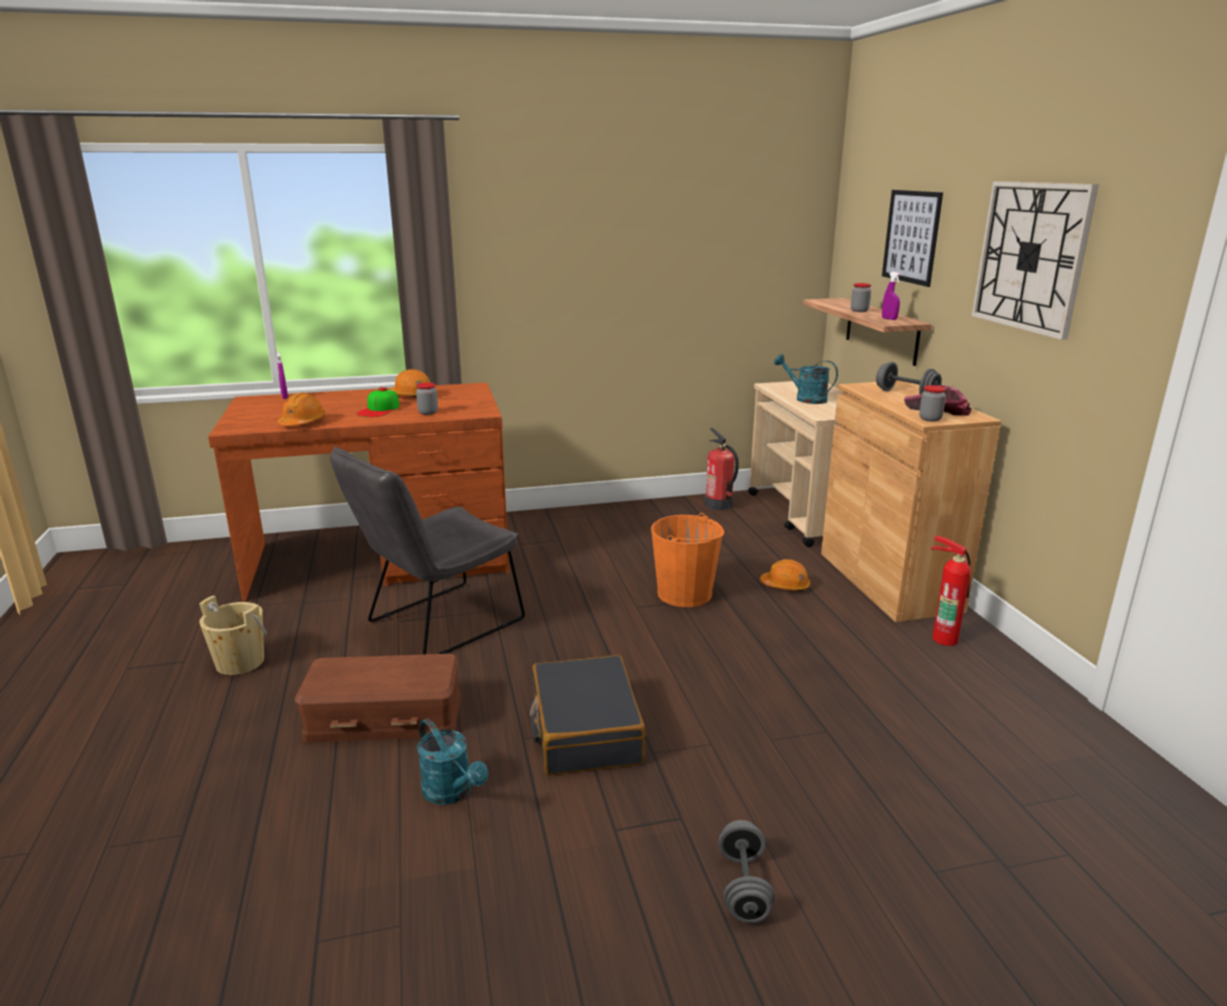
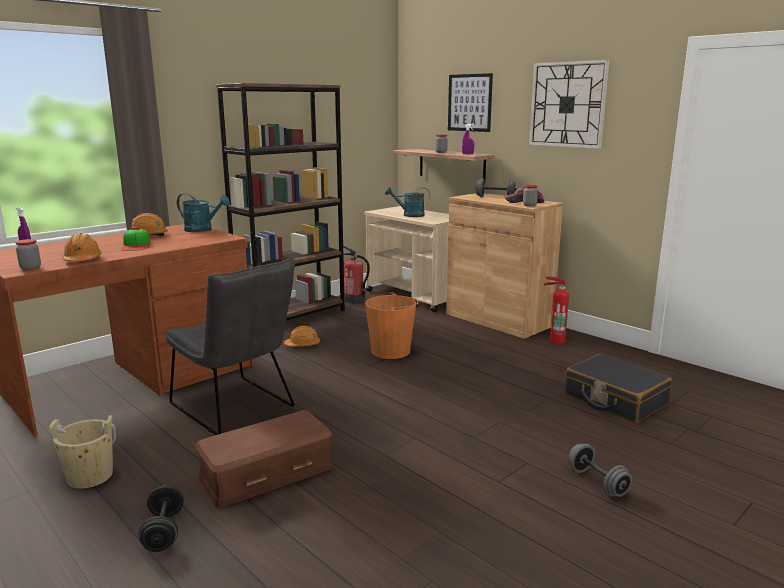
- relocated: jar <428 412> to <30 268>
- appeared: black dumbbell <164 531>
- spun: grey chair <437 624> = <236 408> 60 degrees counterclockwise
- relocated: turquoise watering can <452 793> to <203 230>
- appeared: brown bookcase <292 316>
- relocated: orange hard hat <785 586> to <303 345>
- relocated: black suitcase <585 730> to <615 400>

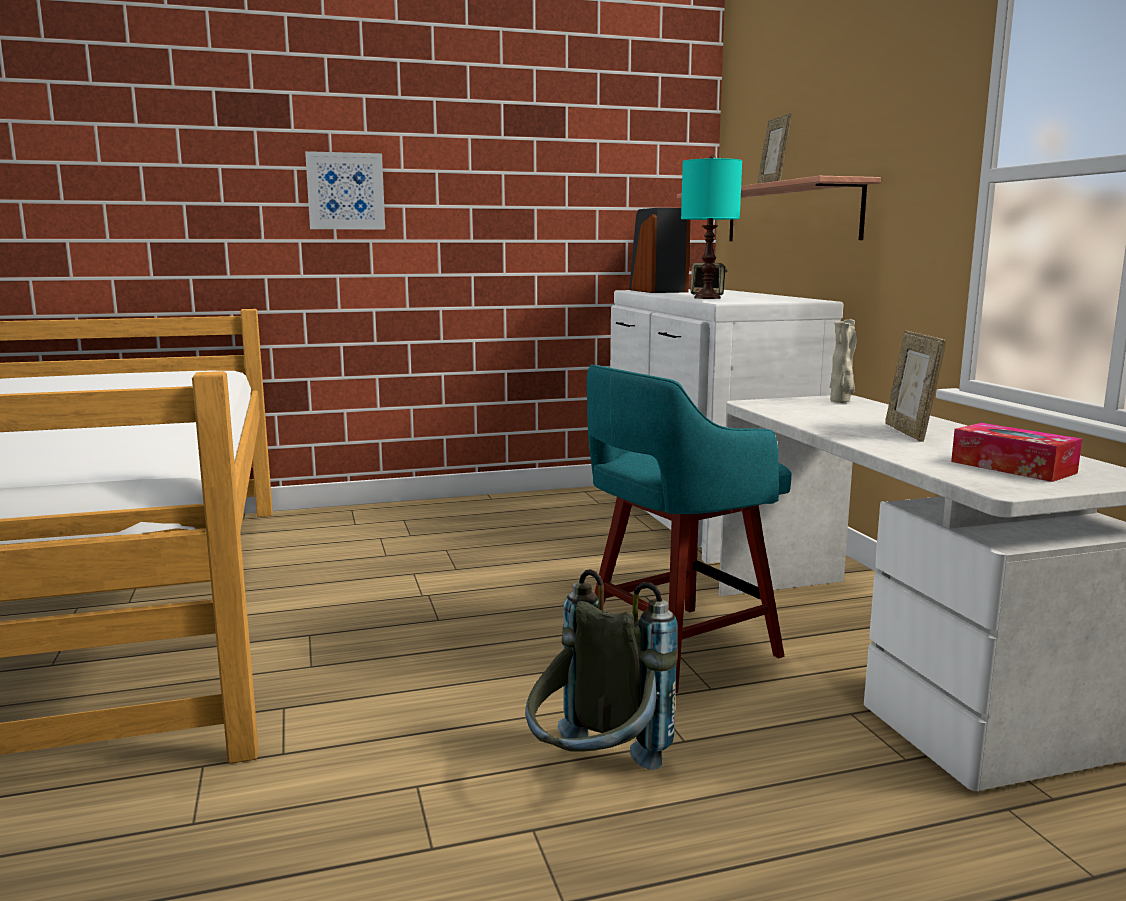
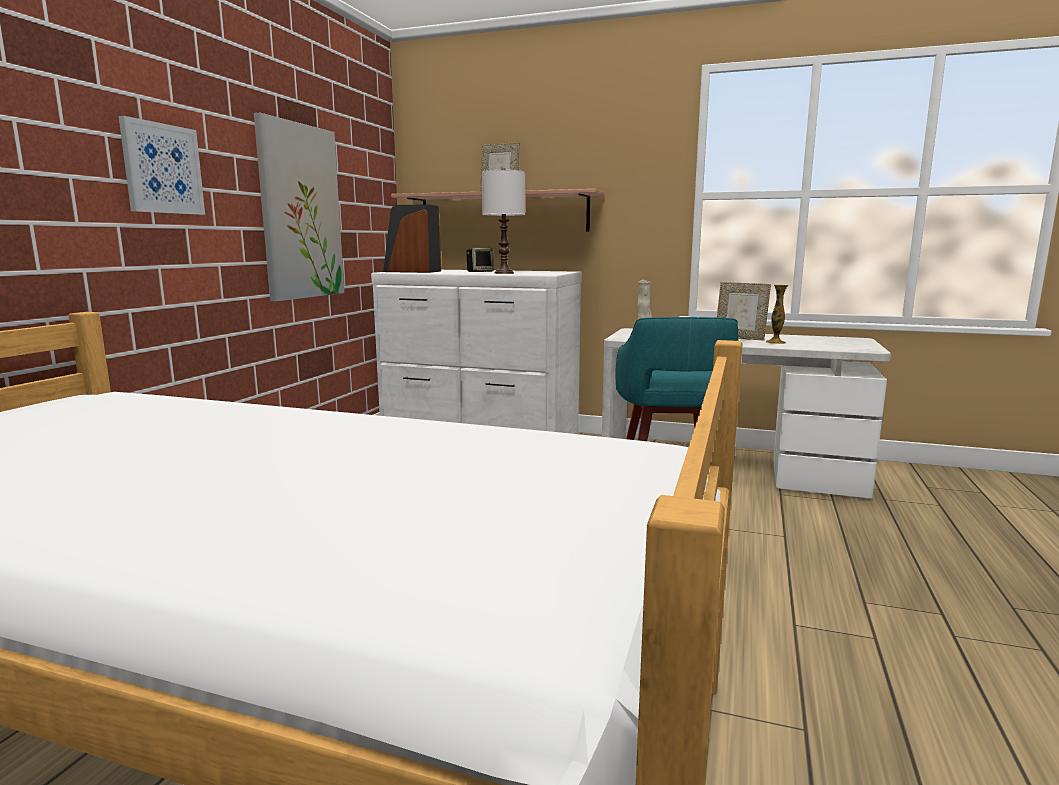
- appeared: picture <300 212>
- colour: turquoise table lamp <707 298> to white table lamp <504 273>
- appeared: vase <775 342>
- missing: grey backpack <594 773>
- missing: tissue box <1012 467>

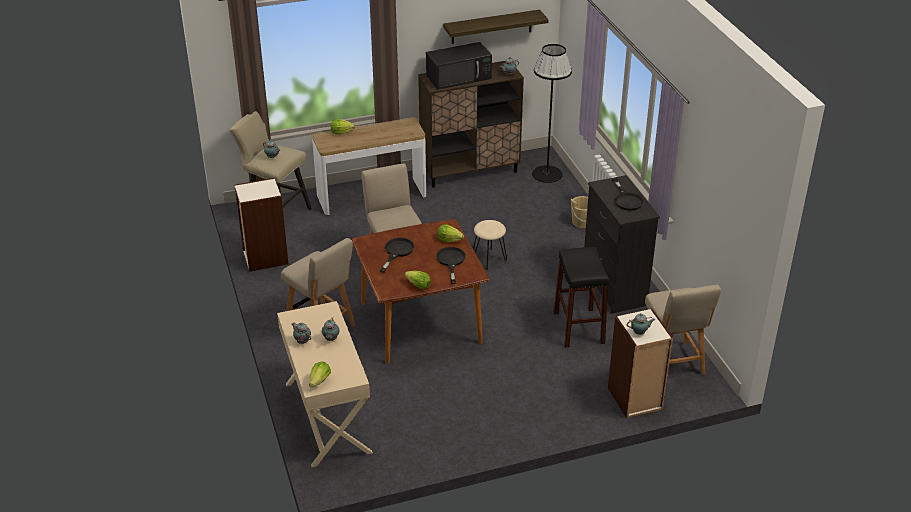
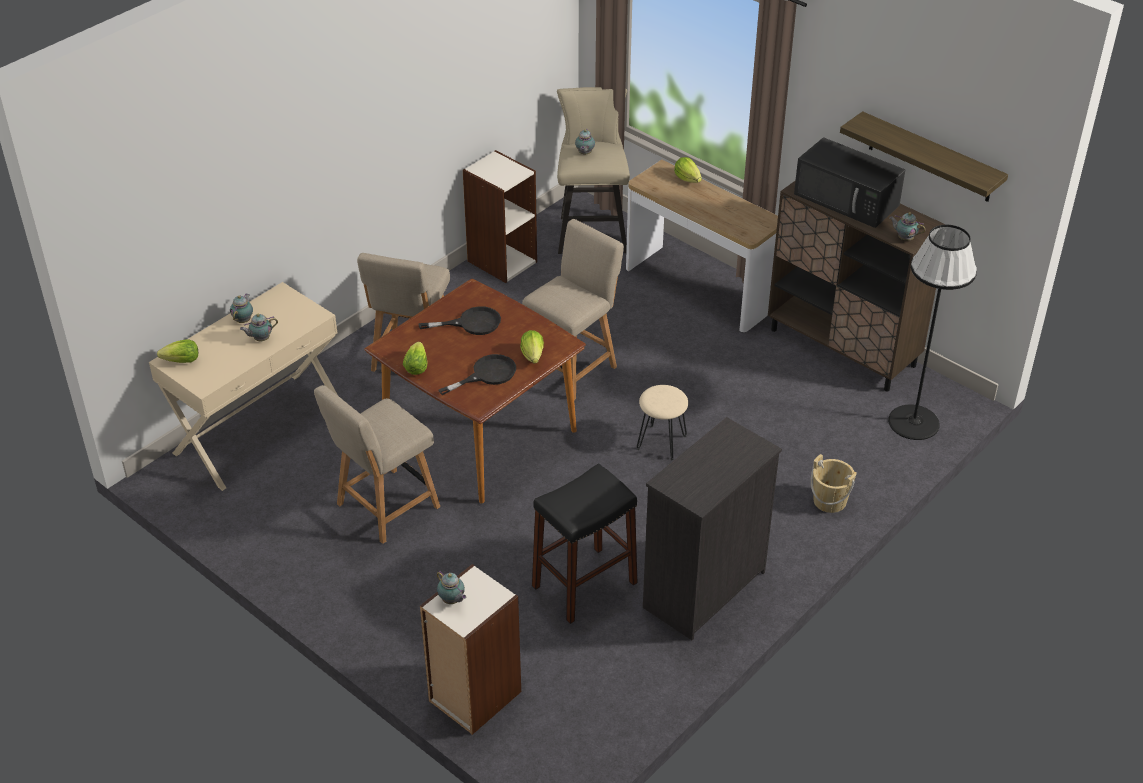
- relocated: beige chair <672 364> to <384 508>
- missing: black frying pan <626 199>

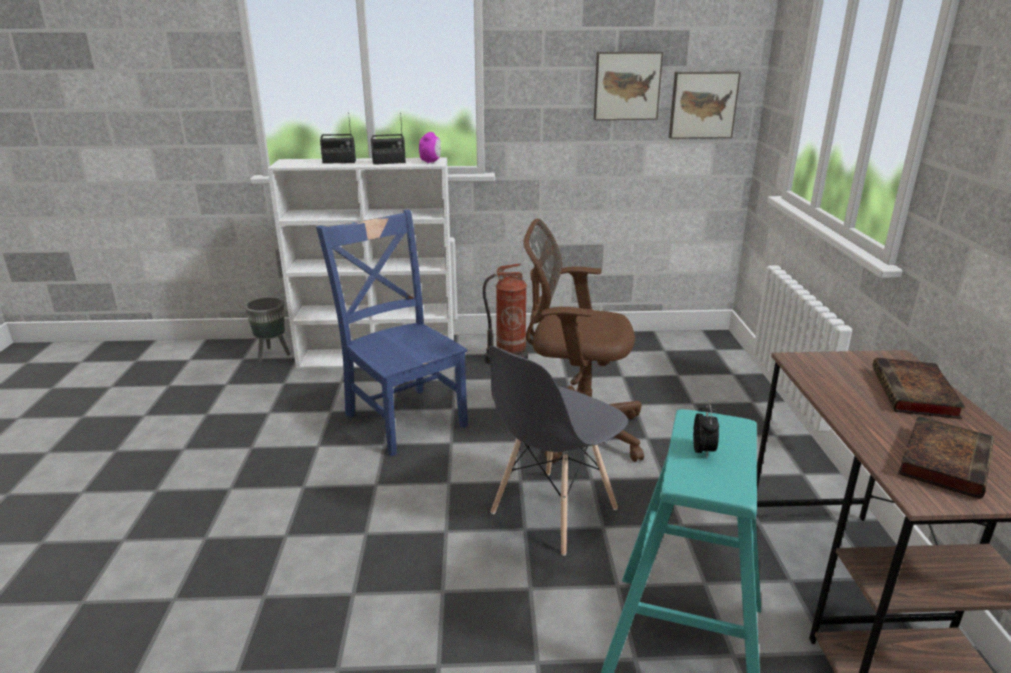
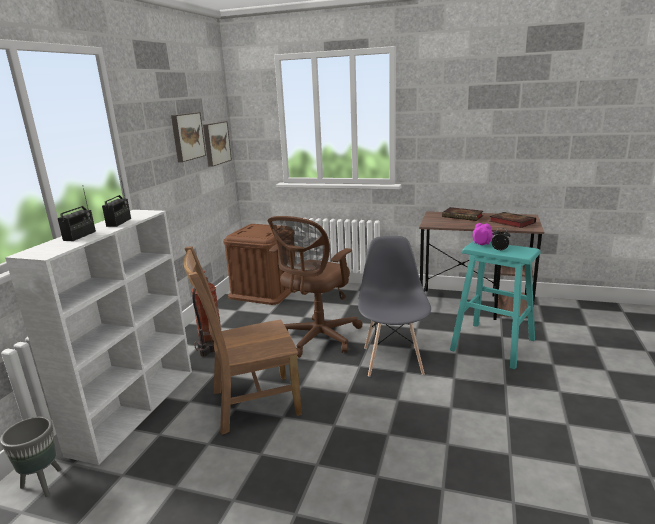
- colour: blue chair <404 417> to brown chair <251 403>
- appeared: brown storage box <265 290>
- spun: grey chair <553 511> = <393 360> 150 degrees counterclockwise
- relocated: alarm clock <431 162> to <481 244>

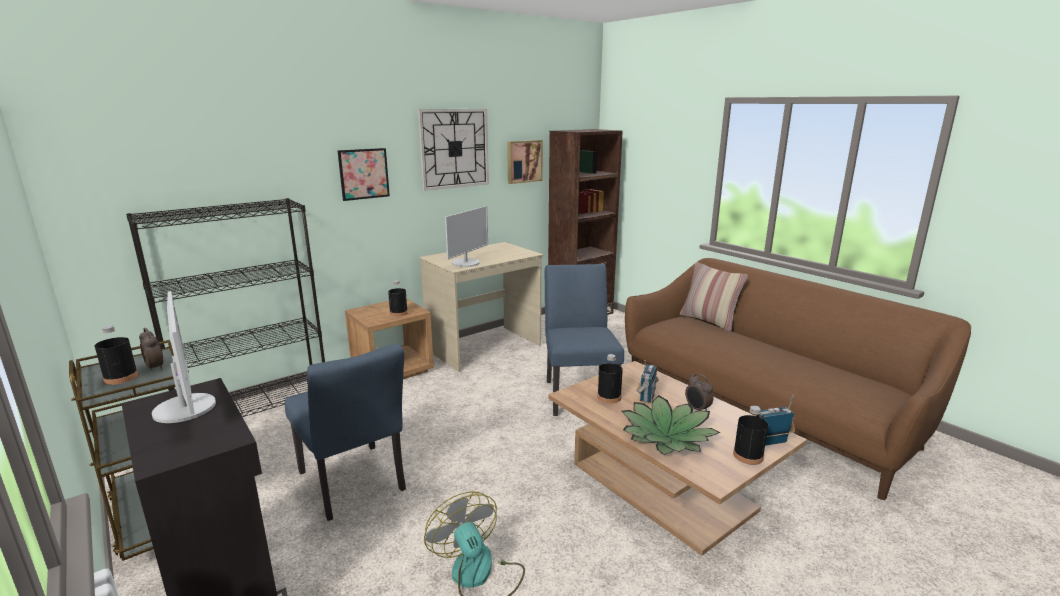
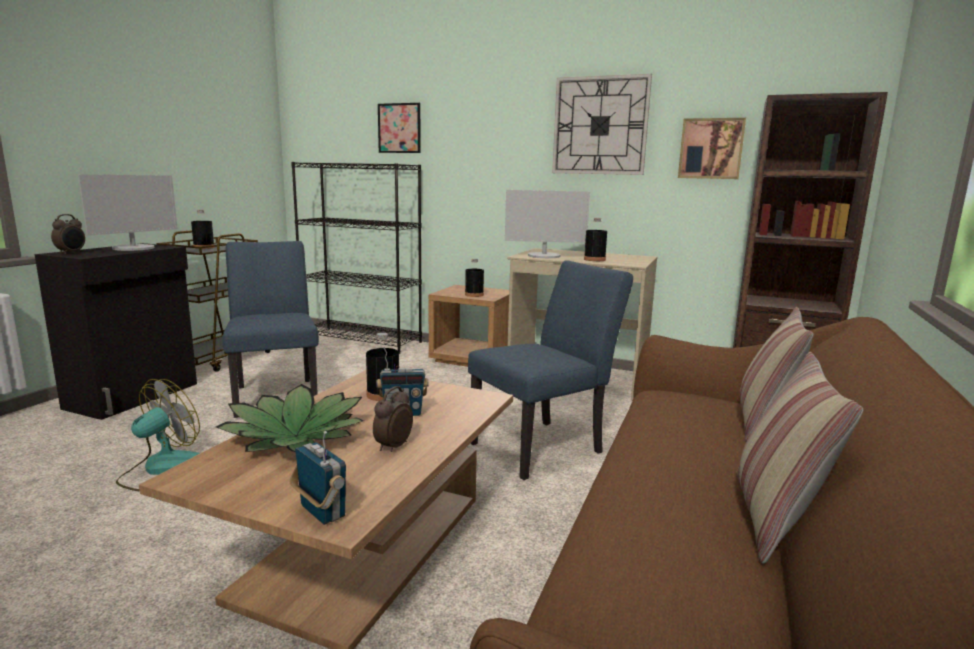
- relocated: alarm clock <156 367> to <71 253>
- spun: blue chair <354 485> = <276 394> 135 degrees clockwise
- relocated: picture <364 174> to <399 128>
- relocated: black bottle <748 456> to <594 259>
- appeared: pillow <774 518>

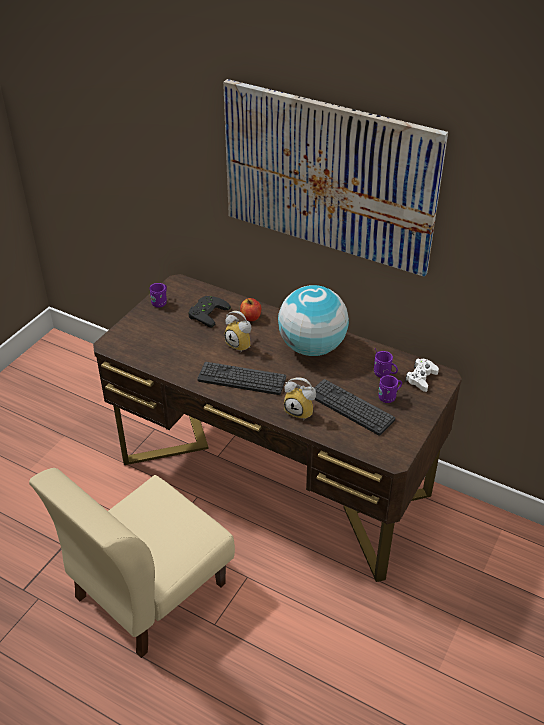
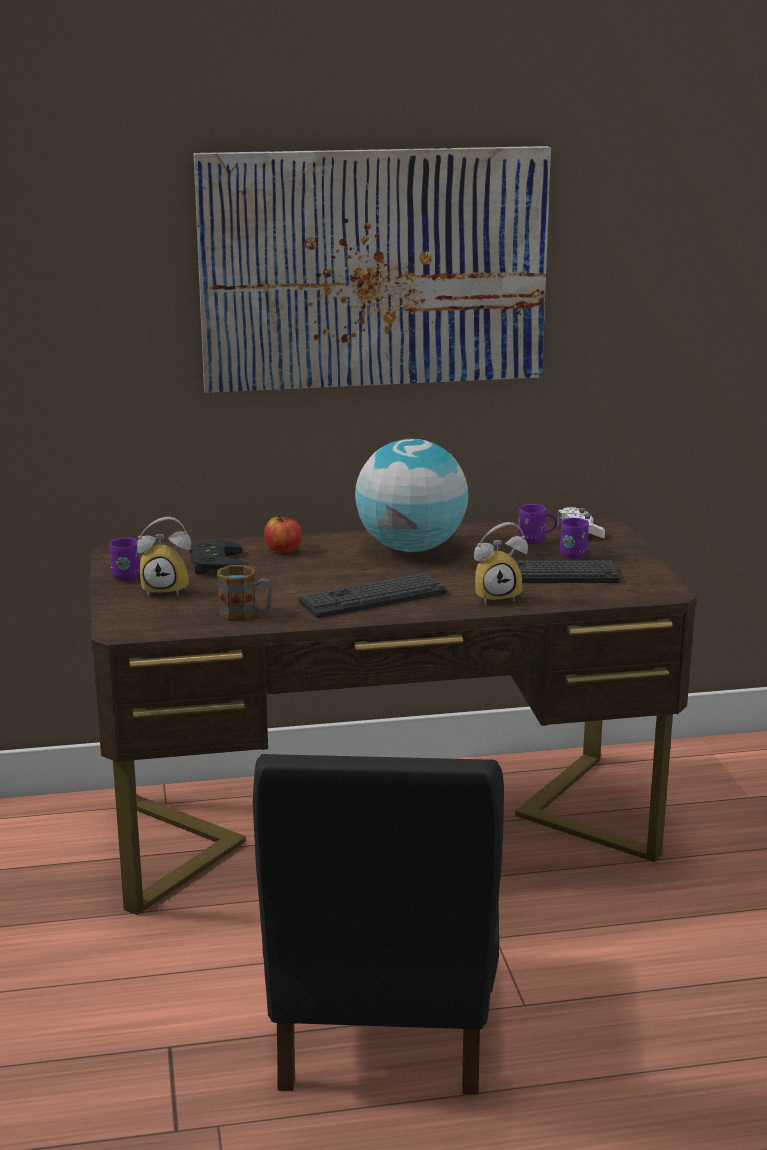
- relocated: alarm clock <241 344> to <167 589>
- appeared: mug <245 614>
- colour: beige chair <149 590> to black chair <381 1022>

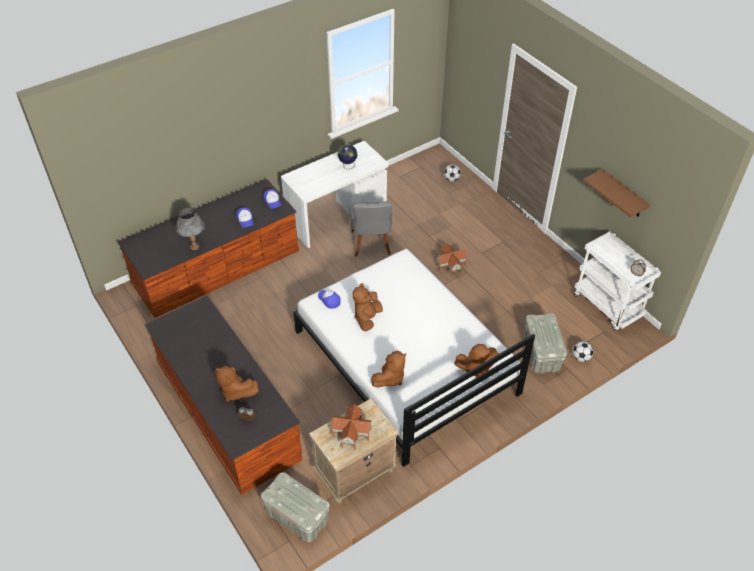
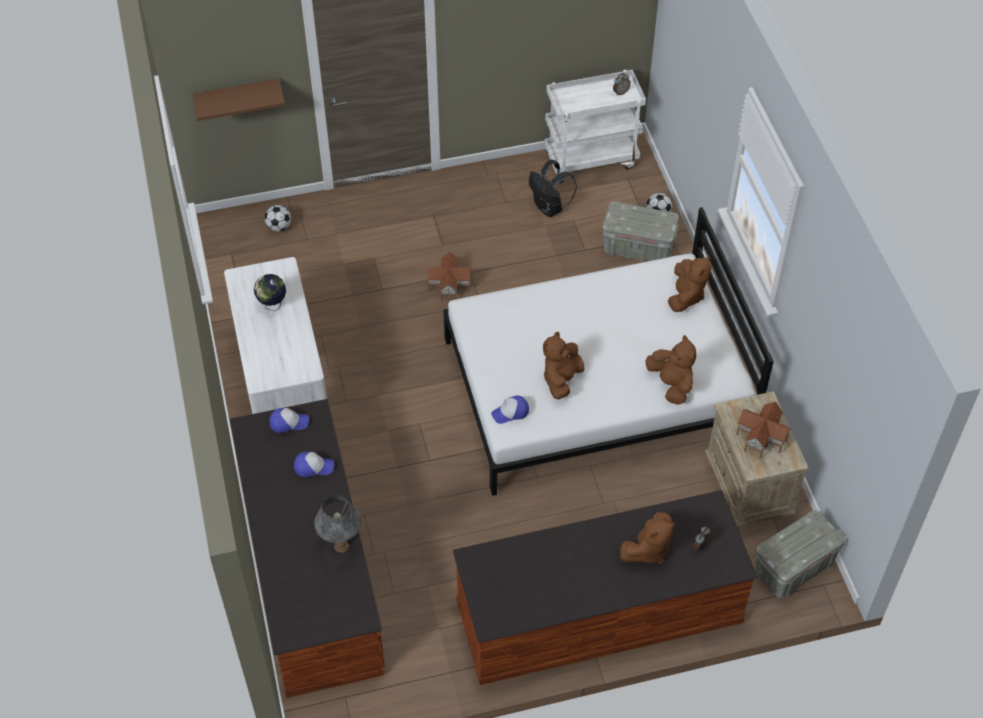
- relocated: brown shelf <623 194> to <237 97>
- appeared: black backpack <550 208>
- spun: brown plush toy <367 318> = <561 379> 75 degrees clockwise
- missing: grey chair <371 244>

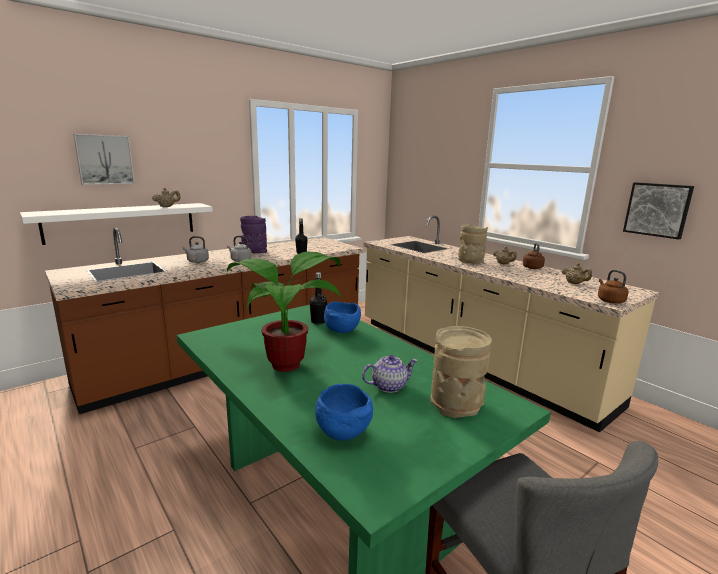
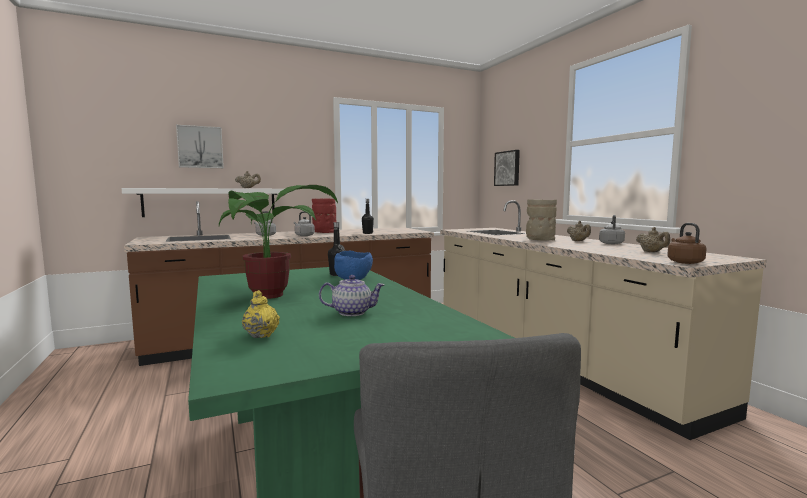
- exchanged: blue bowl <342 432> to yellow teapot <261 335>
- colour: purple vase <254 252> to red vase <324 232>
- relocated: picture <657 209> to <507 168>
- colour: brown kettle <532 267> to grey kettle <611 243>
- missing: beige vase <457 404>

